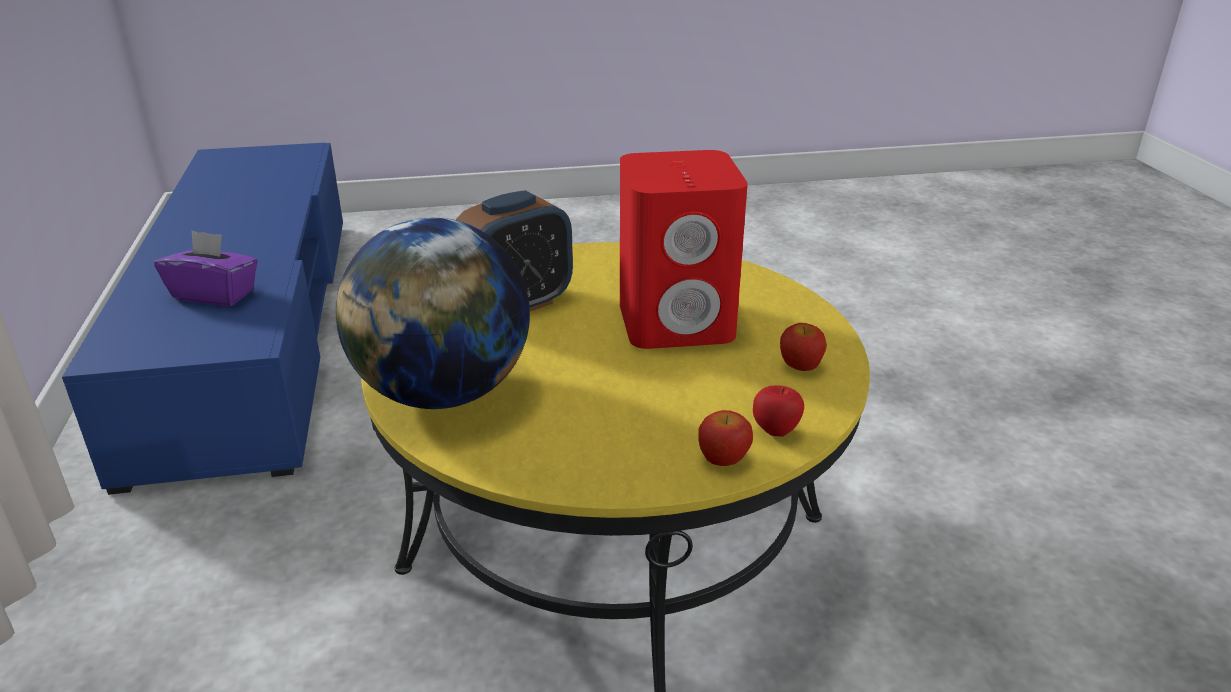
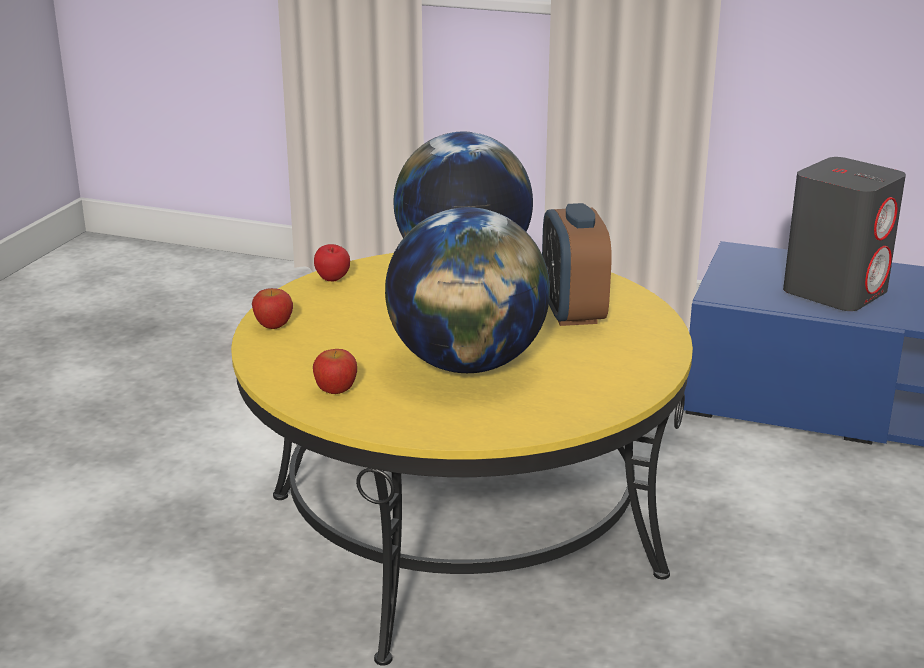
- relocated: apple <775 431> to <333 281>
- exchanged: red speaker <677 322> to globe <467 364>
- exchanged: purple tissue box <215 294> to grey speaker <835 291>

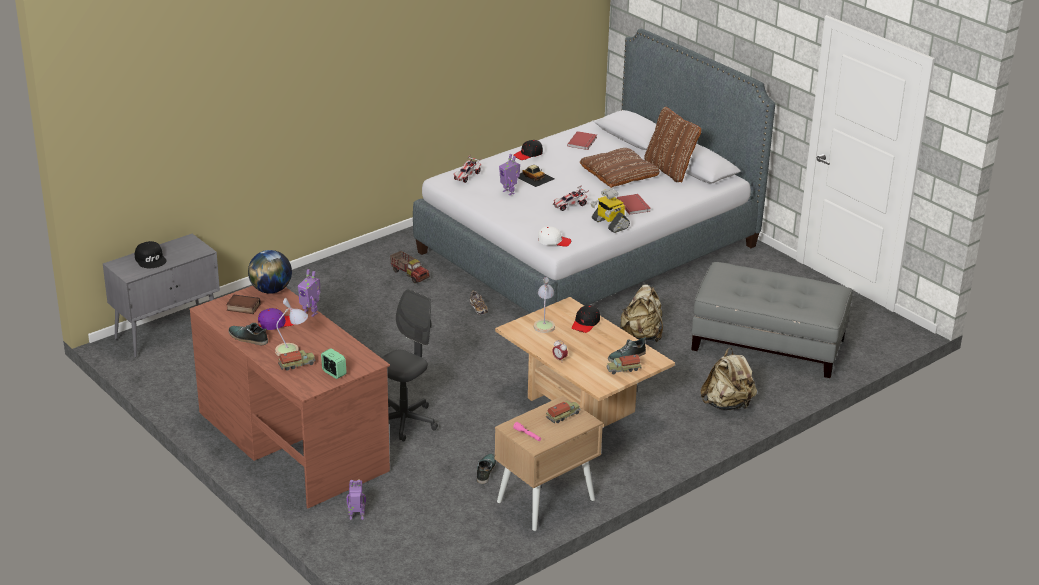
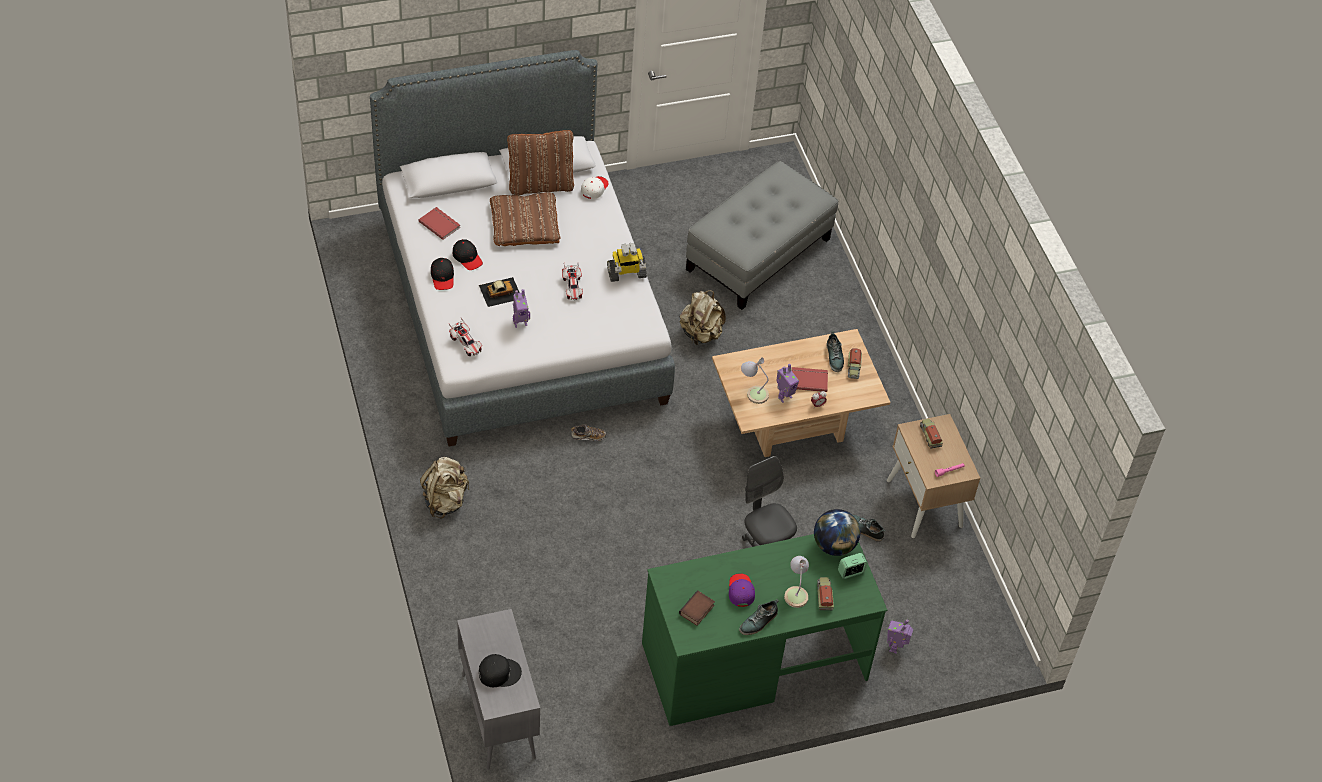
- relocated: beige backpack <727 405> to <445 501>
- relocated: black cap <585 323> to <467 257>
- relocated: white cap <554 241> to <594 189>
- colour: brown desk <293 440> to green desk <753 660>
- relocated: toy robot <310 312> to <784 397>
- relocated: red book <634 205> to <809 379>
- relocated: globe <271 290> to <834 545>
- missing: toy truck <410 274>

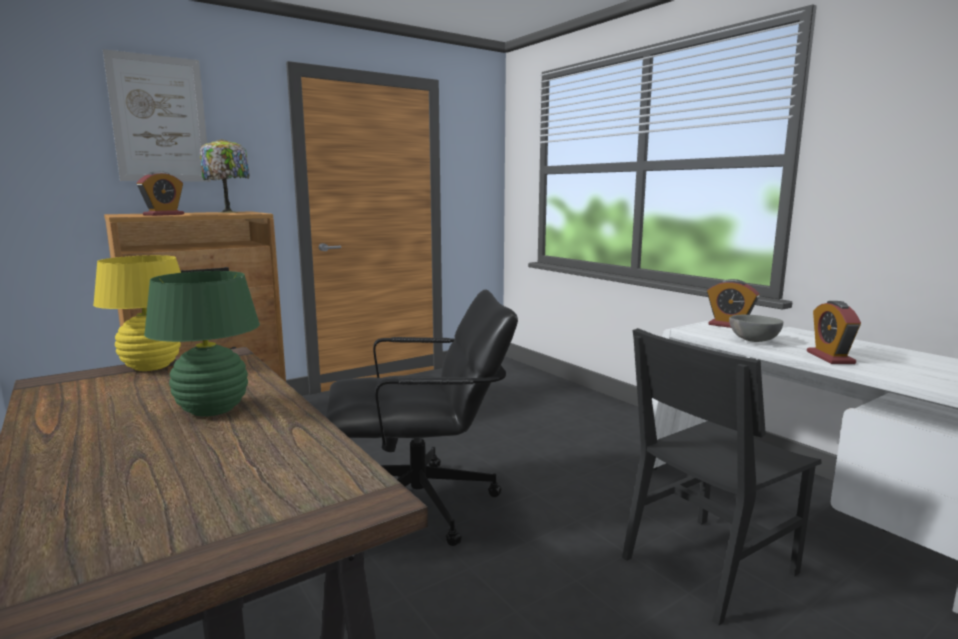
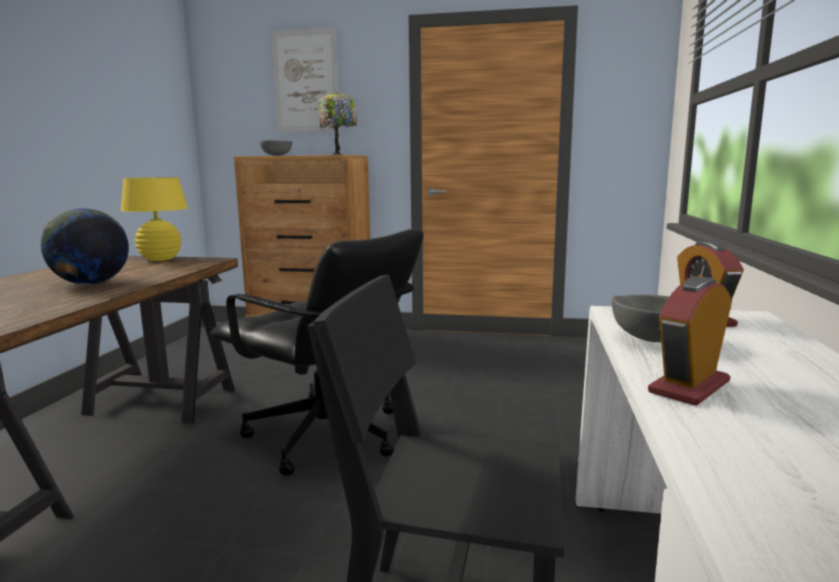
- exchanged: green table lamp <212 410> to globe <91 284>
- exchanged: alarm clock <164 215> to grey bowl <277 155>

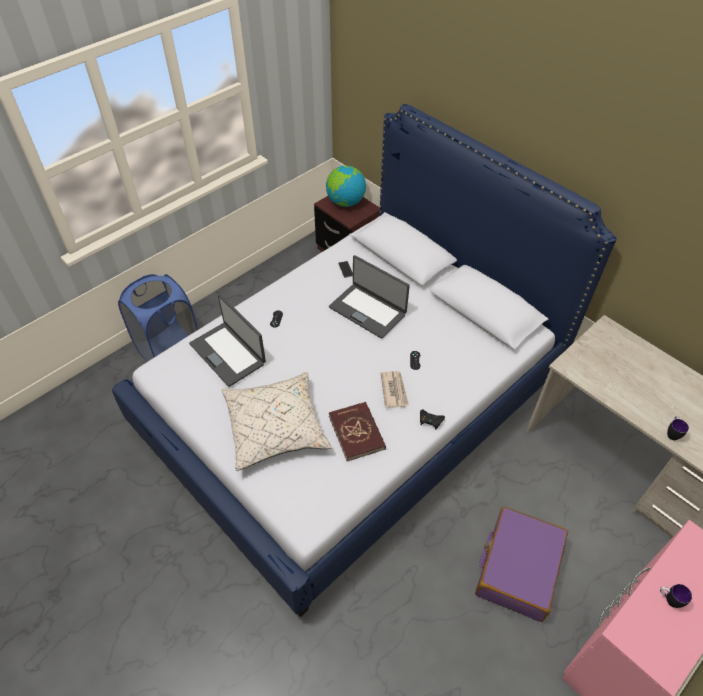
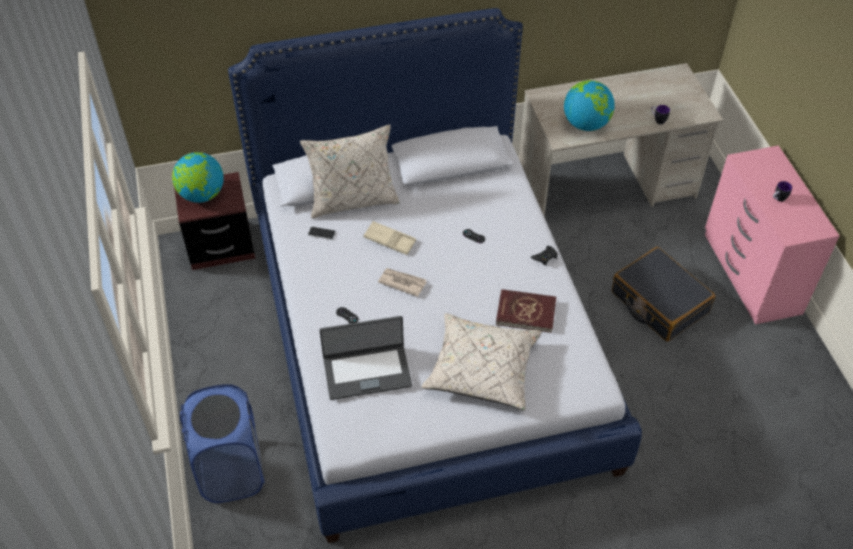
- appeared: beige pillow <353 200>
- exchanged: laptop <368 310> to beige tray <390 241>
- relocated: newspaper <394 390> to <402 282>
- appeared: globe <586 124>
- colour: purple suitcase <517 568> to black suitcase <659 302>

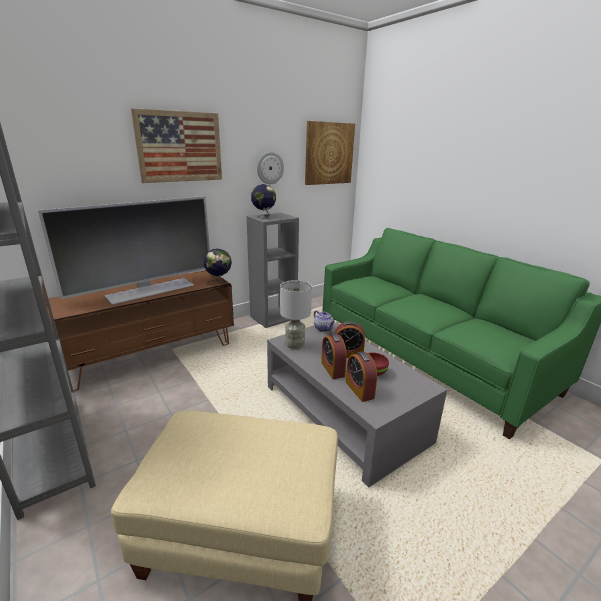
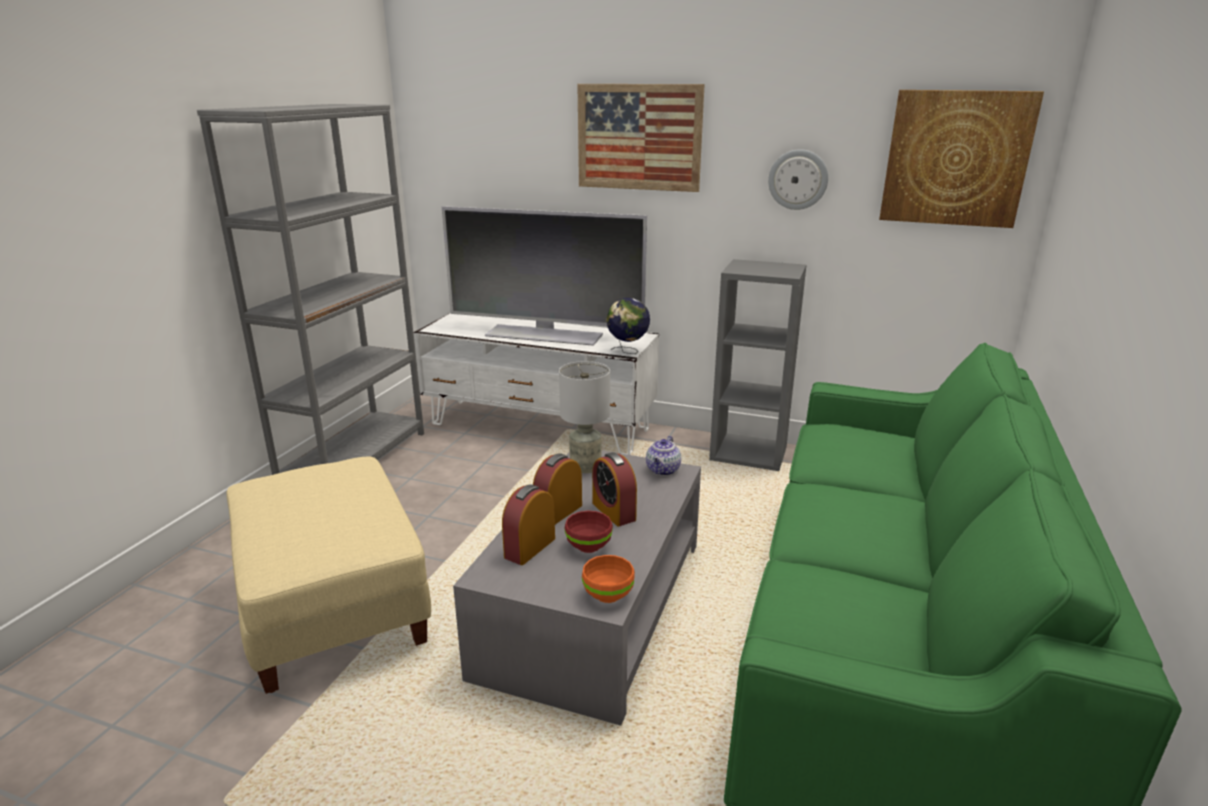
- colour: brown tv stand <152 355> to white tv stand <540 426>
- appeared: orange bowl <608 595>
- missing: globe <264 217>

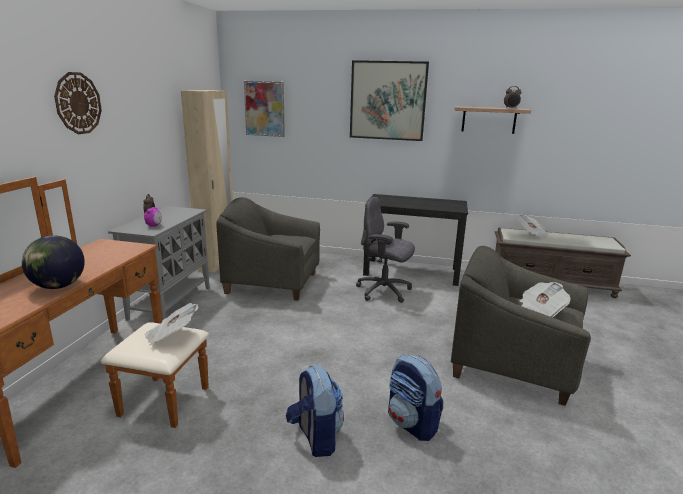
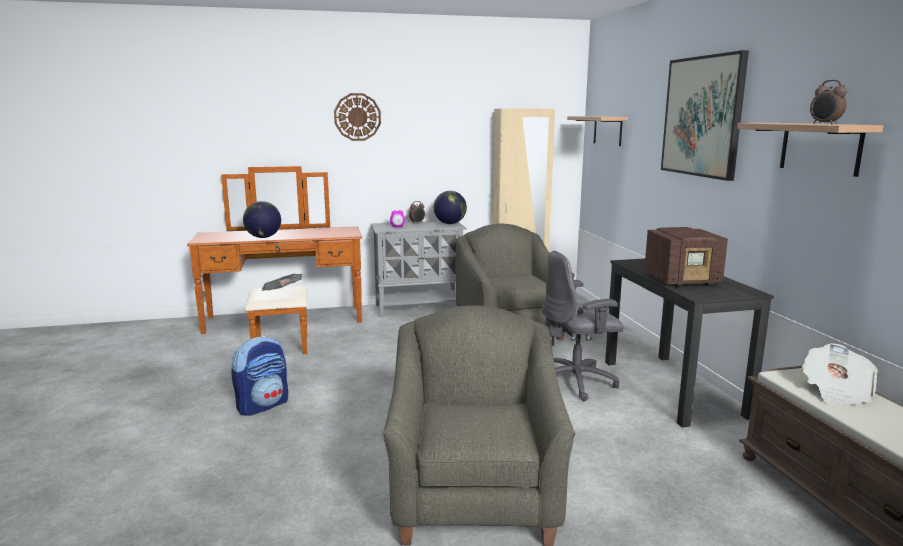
- appeared: globe <450 224>
- spun: grey office chair <384 291> = <576 382> 105 degrees counterclockwise
- exchanged: picture <264 109> to shelf <607 130>
- appeared: radio <683 280>
- missing: backpack <412 424>
- missing: newspaper <539 312>

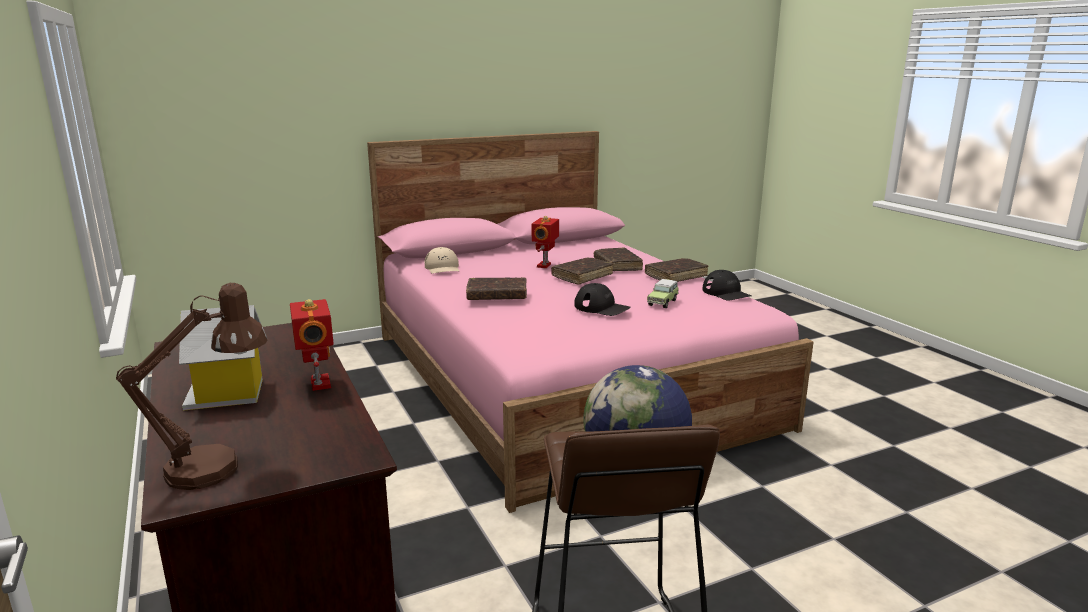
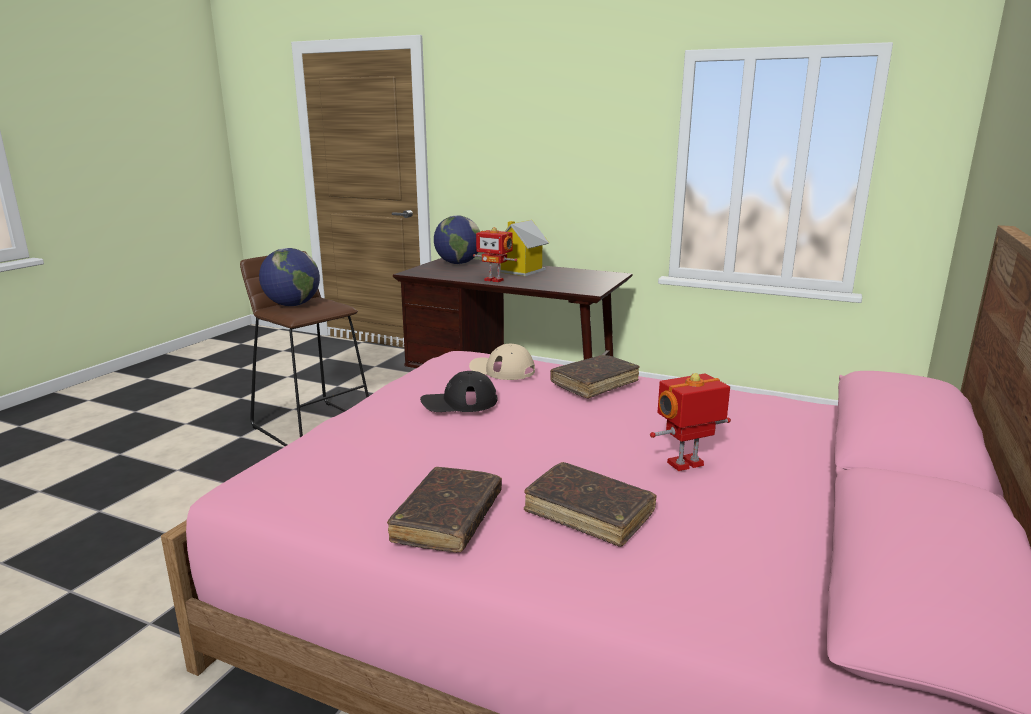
- exchanged: brown table lamp <218 466> to globe <458 263>
- relocated: beige cap <443 268> to <502 370>
- spun: toy robot <545 265> = <686 465> 90 degrees counterclockwise
- missing: brown book <582 276>
- missing: toy car <663 302>
- missing: black cap <726 293>

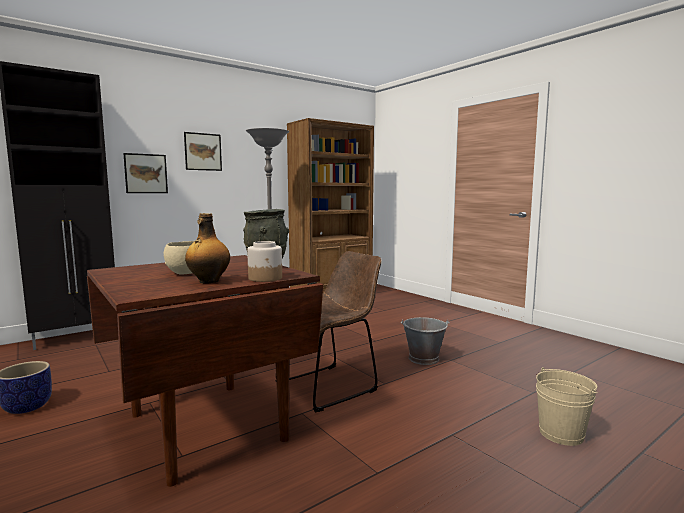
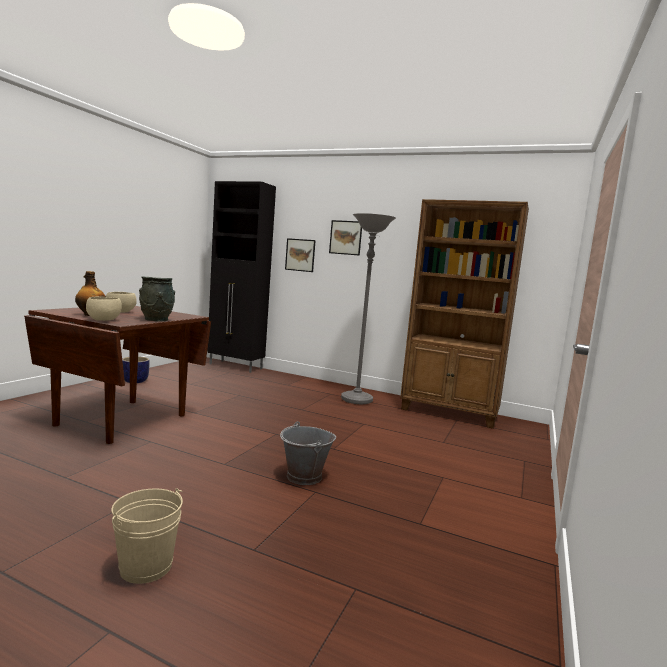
- exchanged: jar <265 278> to beige bowl <103 320>
- missing: brown chair <330 386>

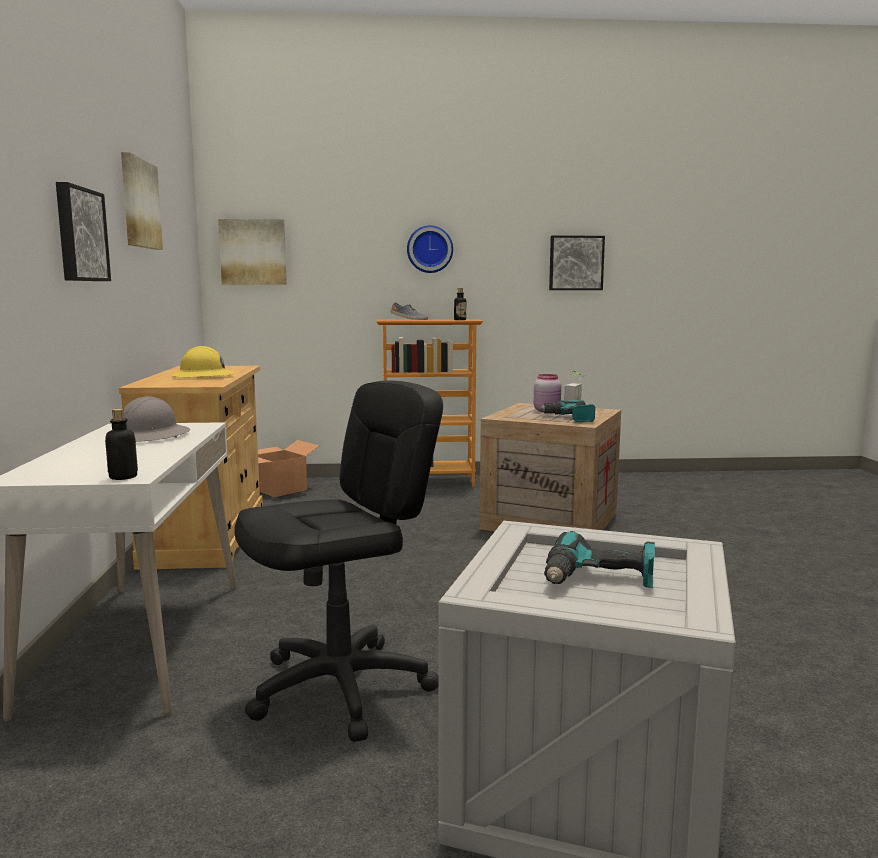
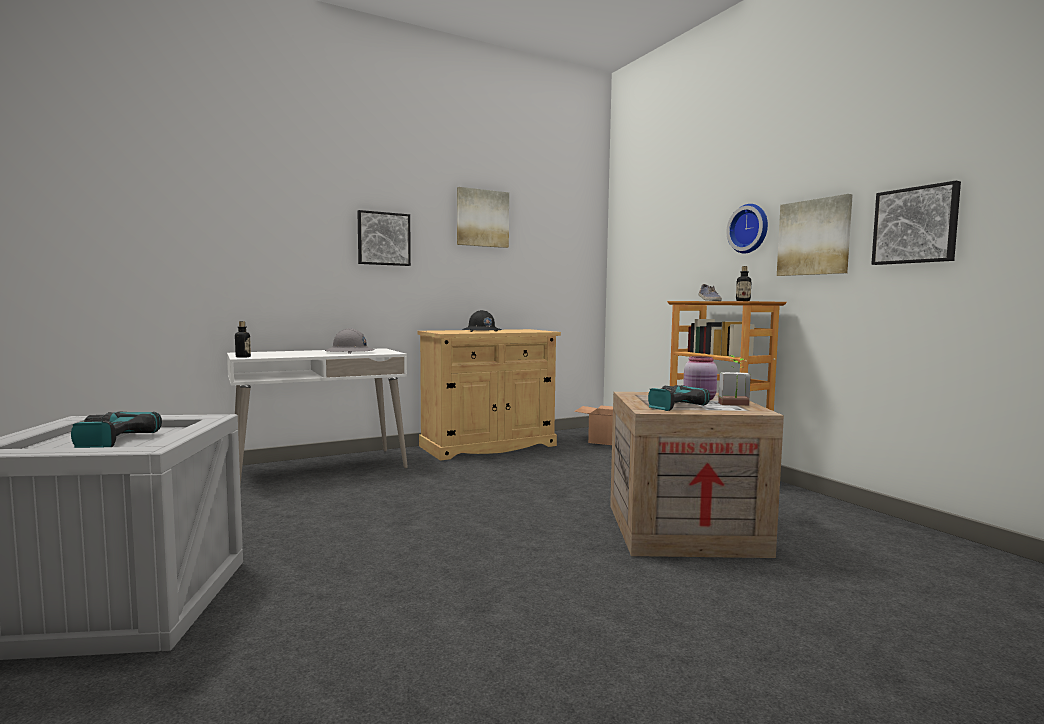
- colour: yellow hard hat <203 376> to black hard hat <481 331>
- relocated: picture <253 252> to <814 237>
- missing: black office chair <341 688>

